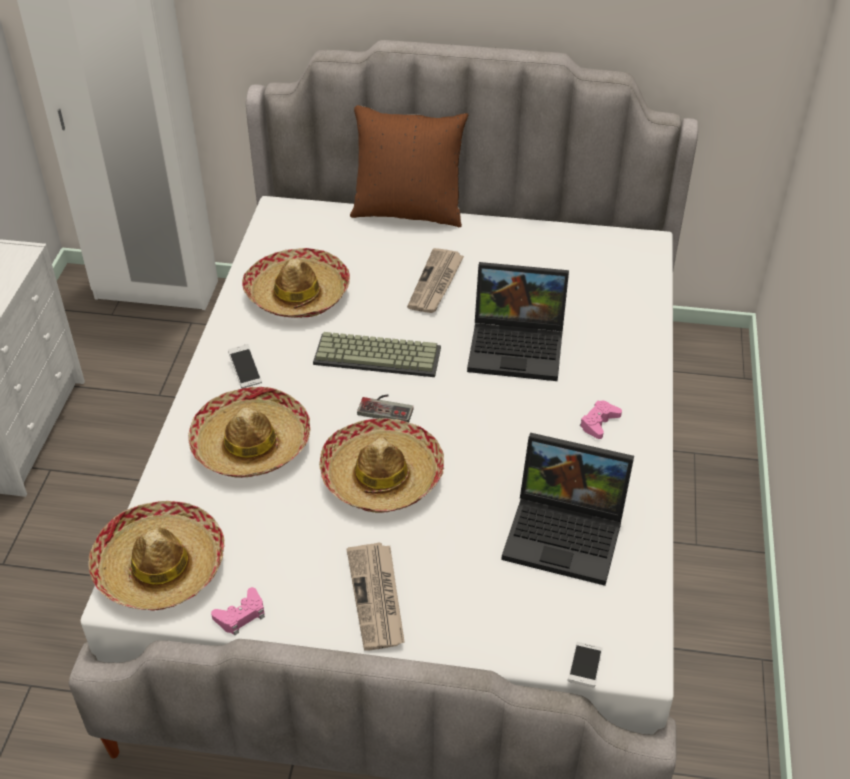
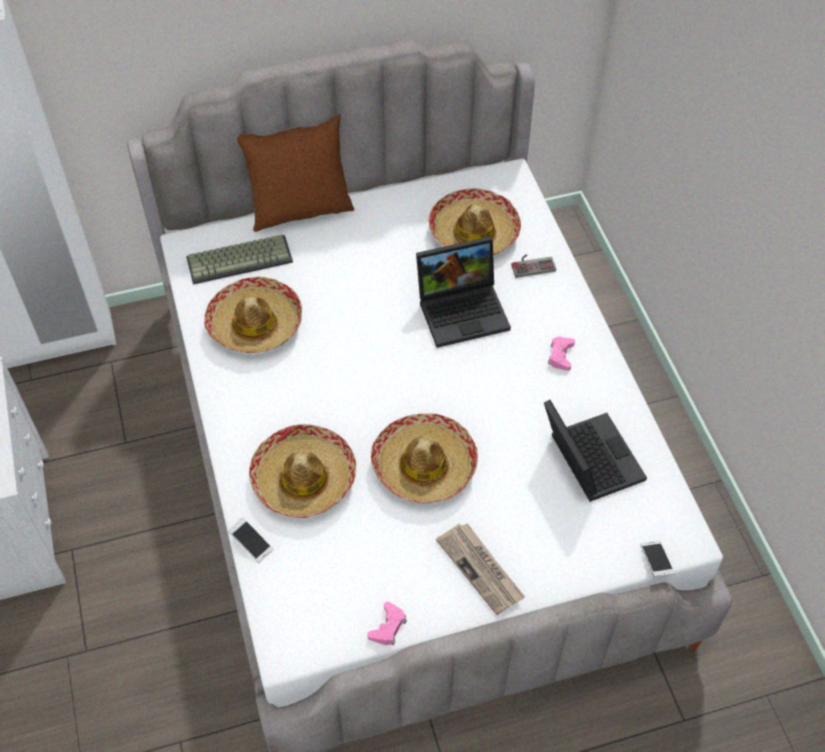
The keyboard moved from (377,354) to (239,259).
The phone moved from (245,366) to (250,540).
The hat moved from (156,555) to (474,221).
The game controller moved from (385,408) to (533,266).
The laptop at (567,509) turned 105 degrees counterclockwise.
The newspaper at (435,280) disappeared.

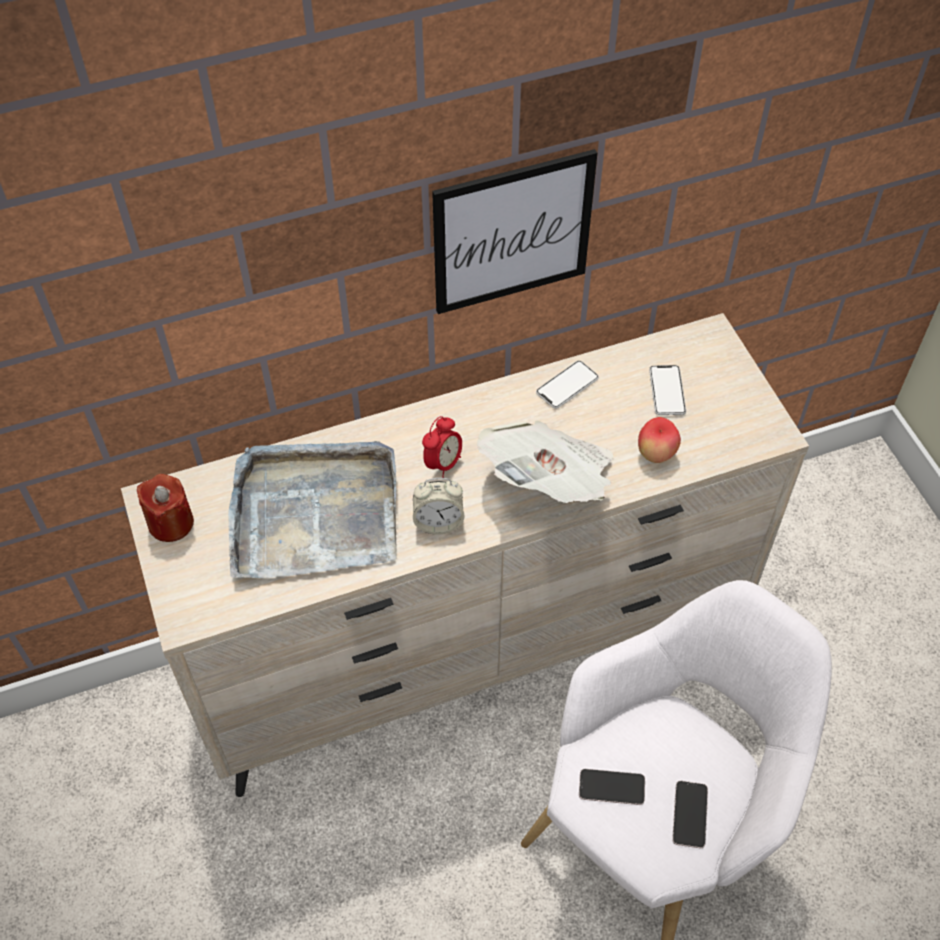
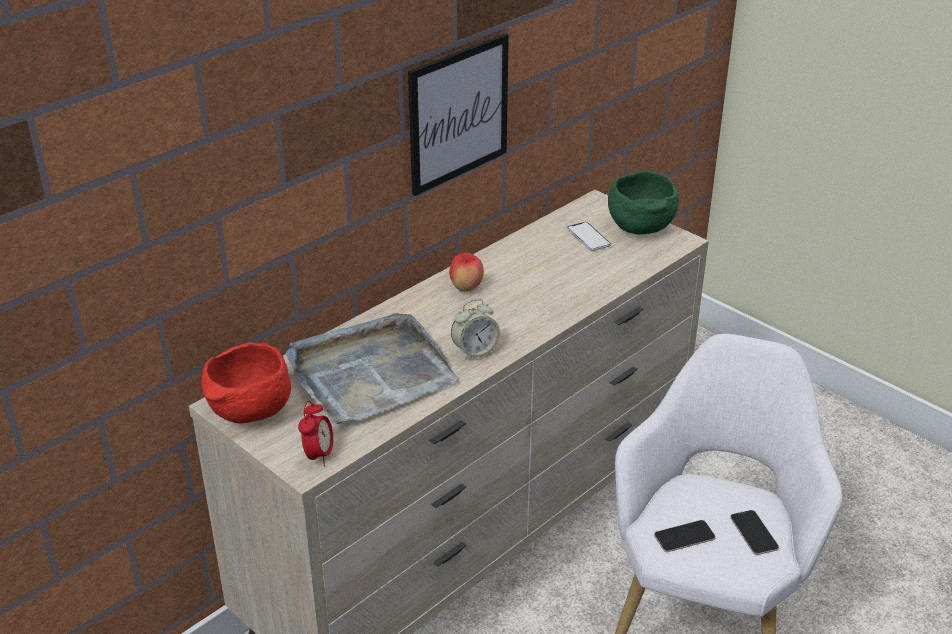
The red candle at (165,508) was replaced by the red bowl at (246,383).
The alarm clock moved from (442,447) to (315,433).
The apple moved from (659,440) to (466,272).
The green bowl at (643,202) appeared.
The newspaper at (545,462) disappeared.
The phone at (567,385) disappeared.

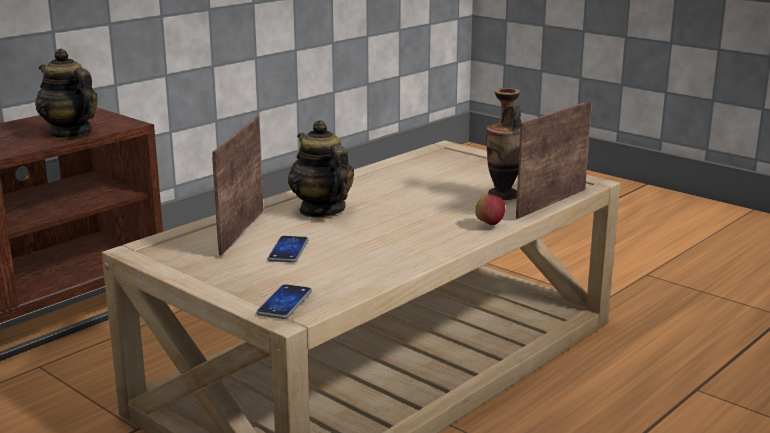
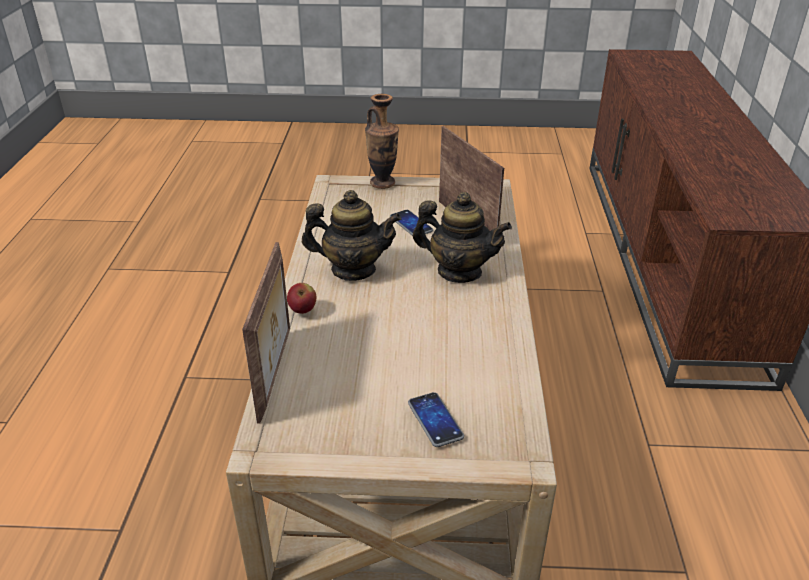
The teapot moved from (66,93) to (352,235).
The vase moved from (503,144) to (382,141).
The phone moved from (284,301) to (436,419).

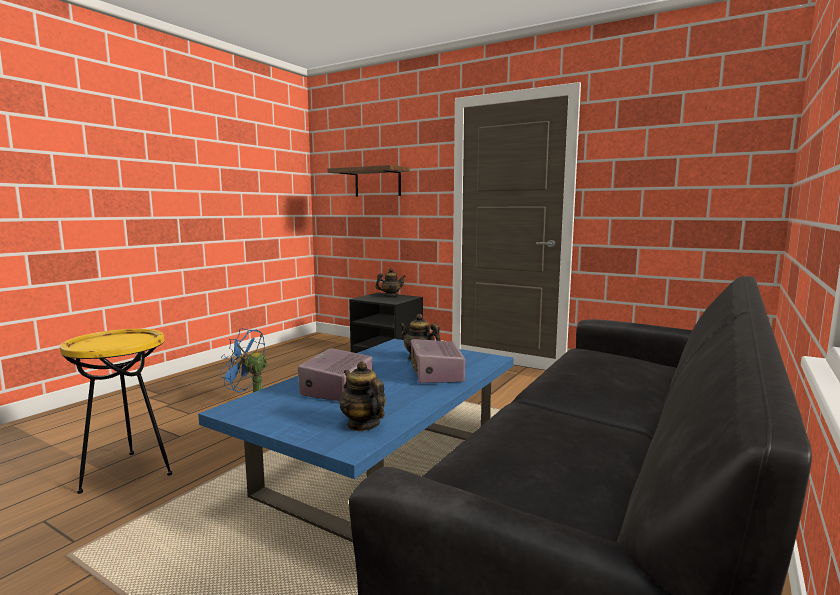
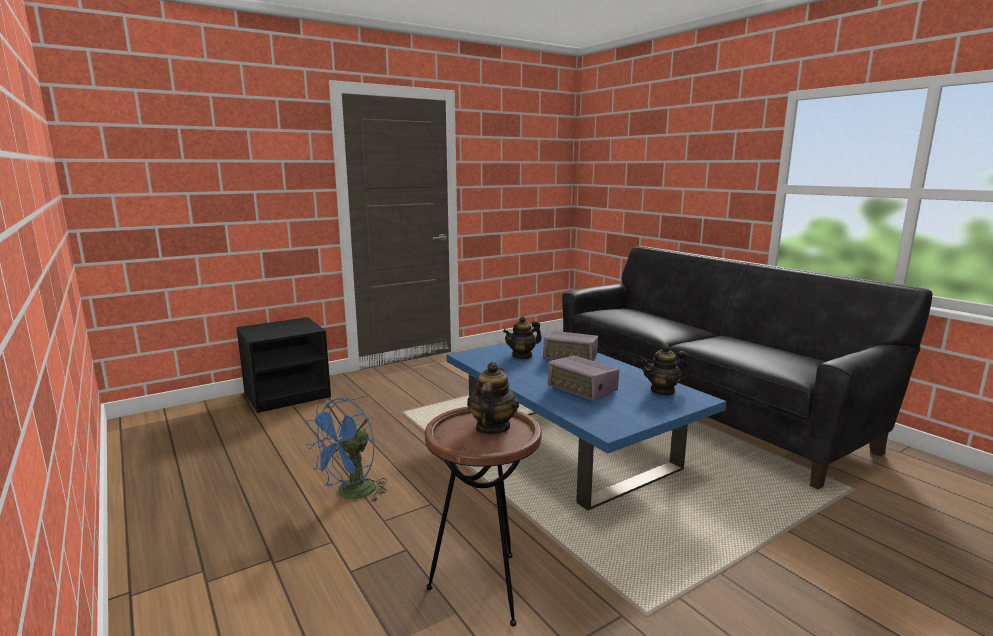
The yellow side table at (116,411) became the brown side table at (483,516).
The teapot moved from (390,282) to (493,398).
The shelf at (368,181) disappeared.

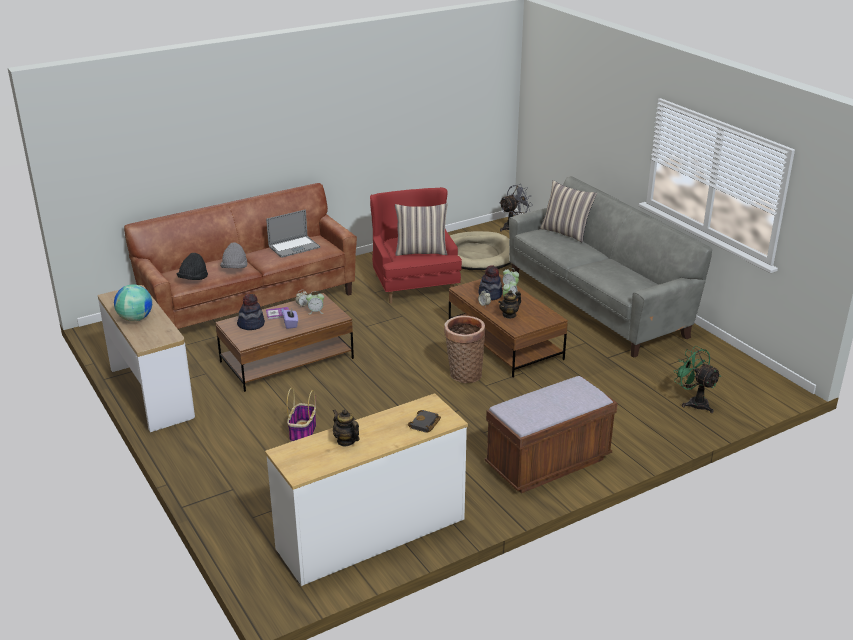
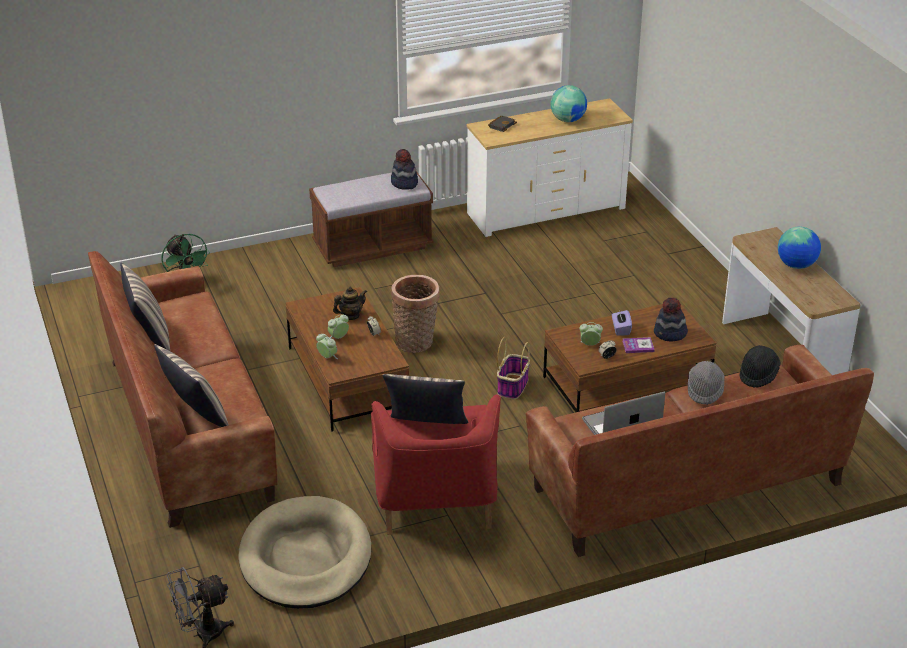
The grey sofa at (610,267) became the brown sofa at (183,389).
The pillow at (145,306) appeared.
The hat moved from (490,282) to (404,169).
The basket moved from (301,415) to (513,368).
The teapot at (346,427) was replaced by the globe at (568,103).

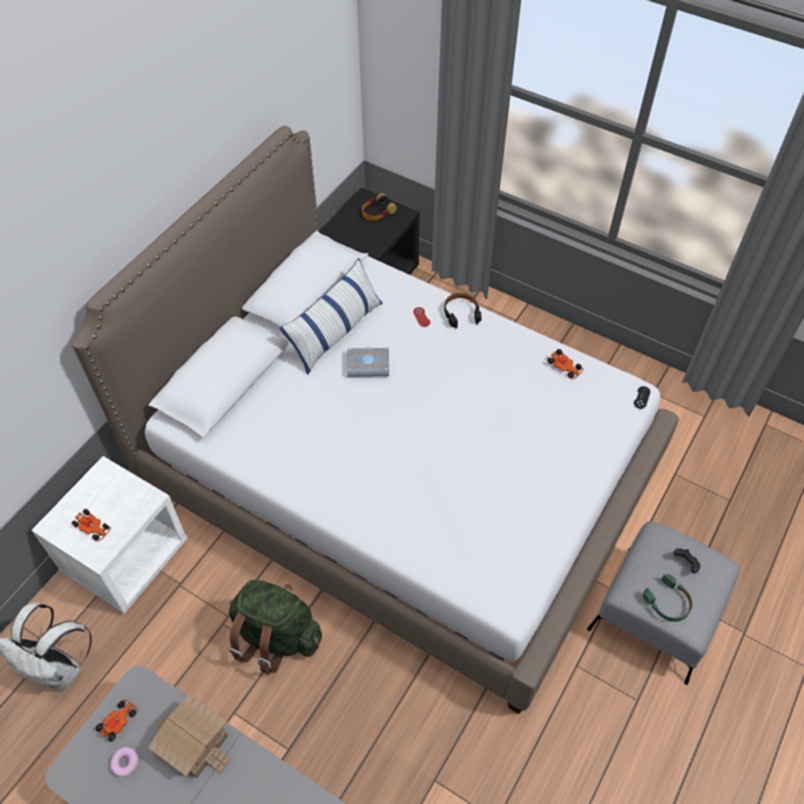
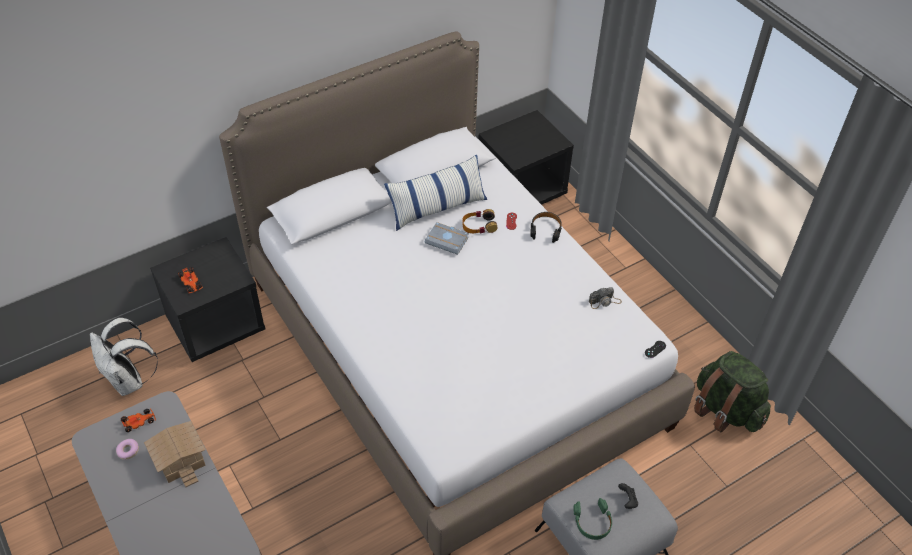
The white nightstand at (109,534) became the black nightstand at (207,299).
The headphones moved from (379,207) to (480,221).
The toy car at (565,364) was replaced by the photo camera at (605,298).
The green backpack moved from (275,627) to (732,392).

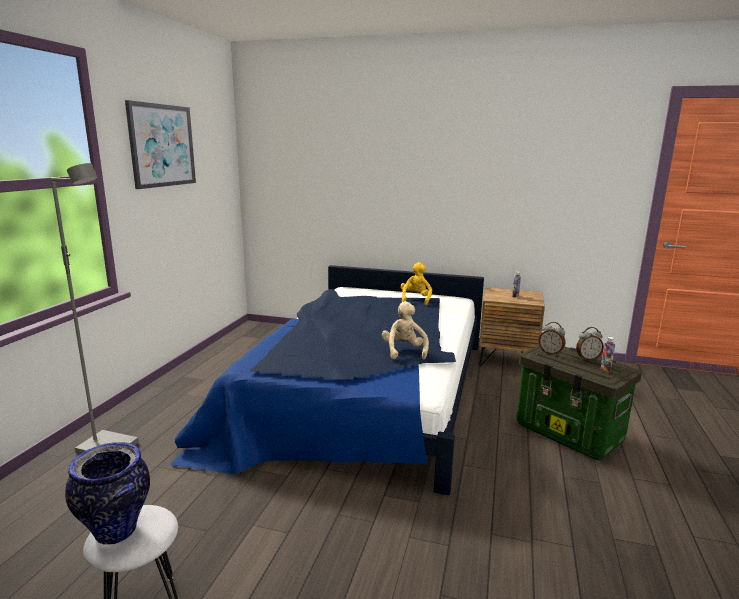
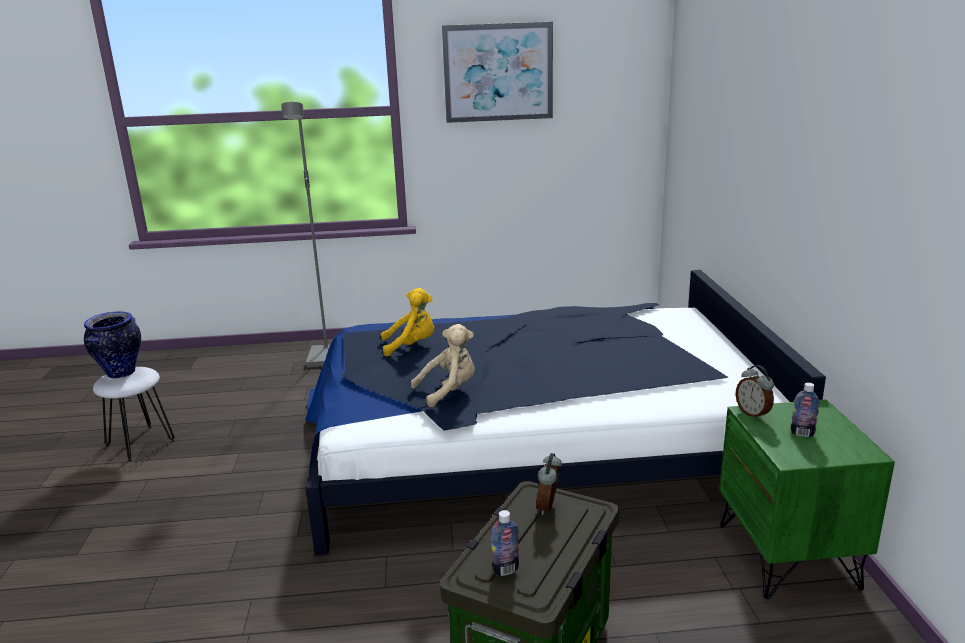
The yellow plush toy moved from (416,283) to (407,322).
The brown nightstand at (512,326) became the green nightstand at (807,499).
The alarm clock moved from (590,343) to (755,392).

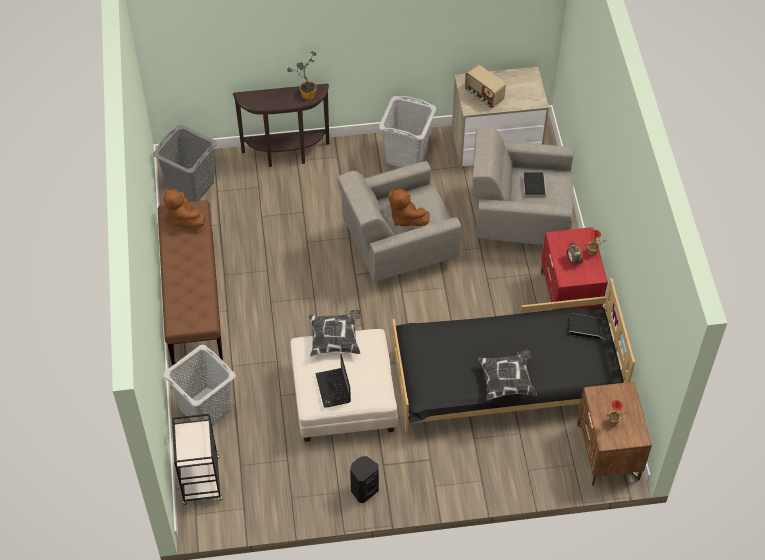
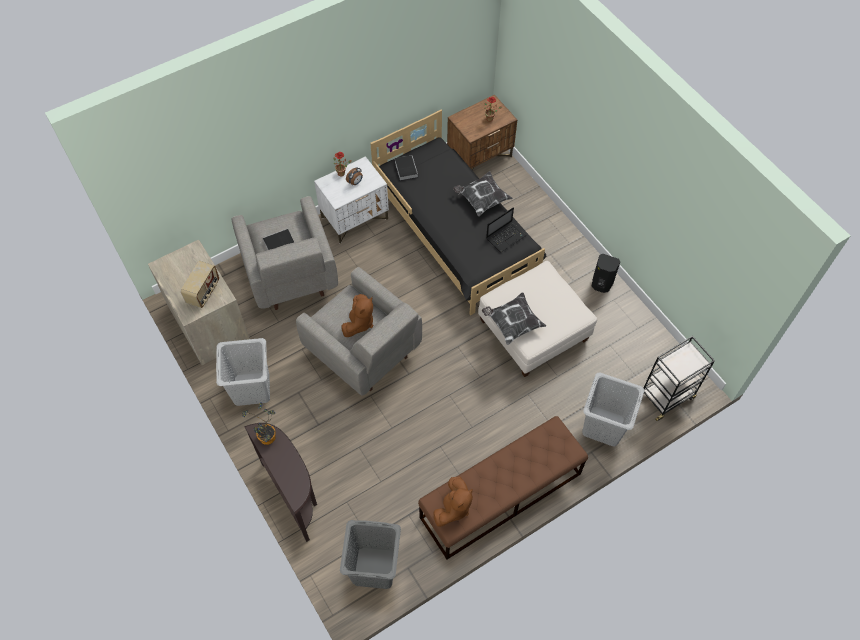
The red nightstand at (574,268) became the white nightstand at (351,200).
The laptop moved from (333,381) to (506,230).

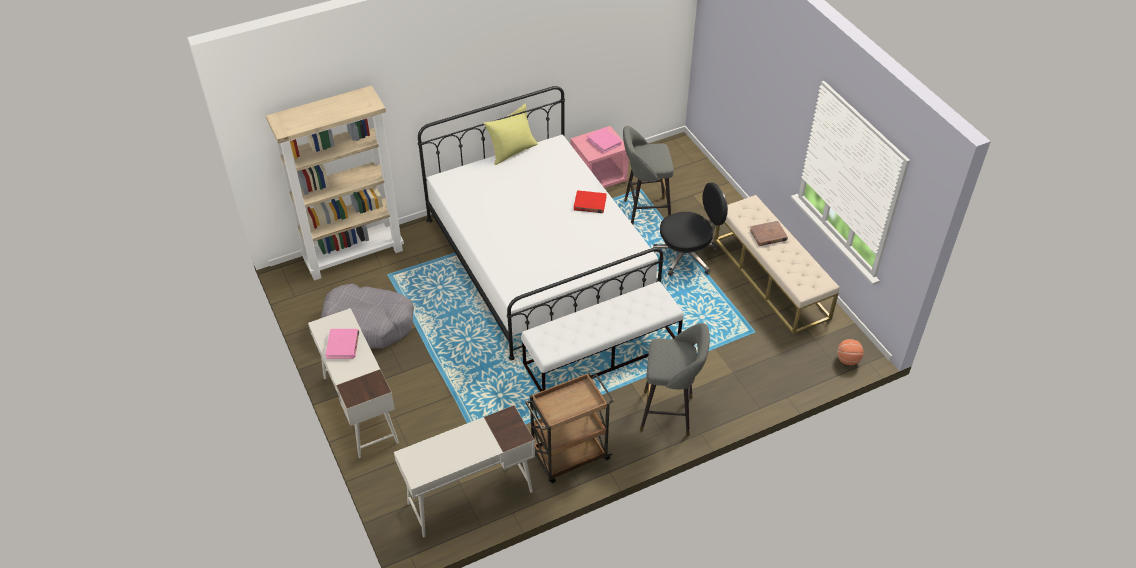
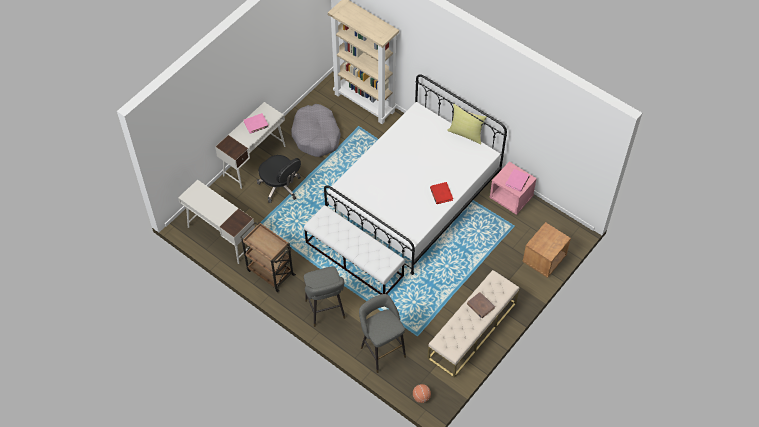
The black office chair moved from (690,229) to (279,179).
The grey stool moved from (648,175) to (382,333).
The brown nightstand at (546,250) appeared.

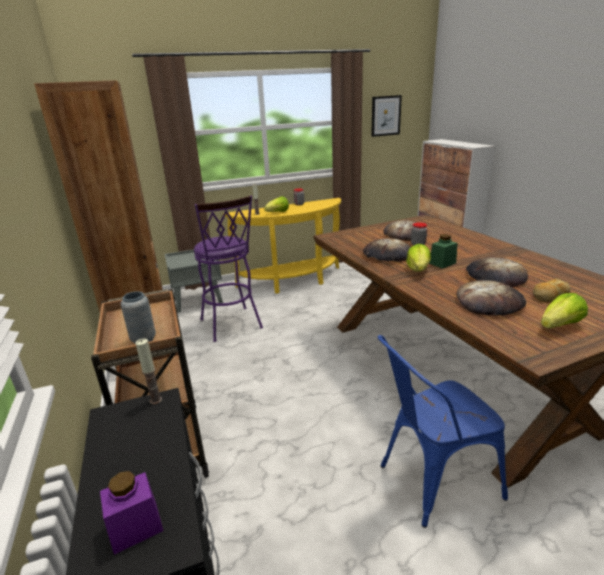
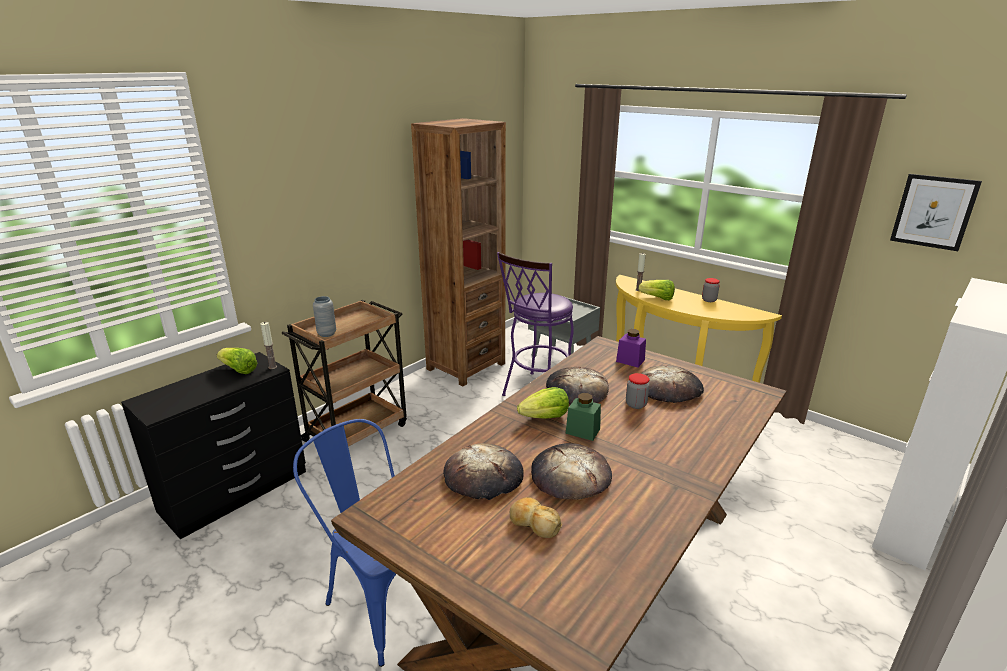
The lettuce moved from (564,310) to (237,361).
The purple jar moved from (131,513) to (631,348).

